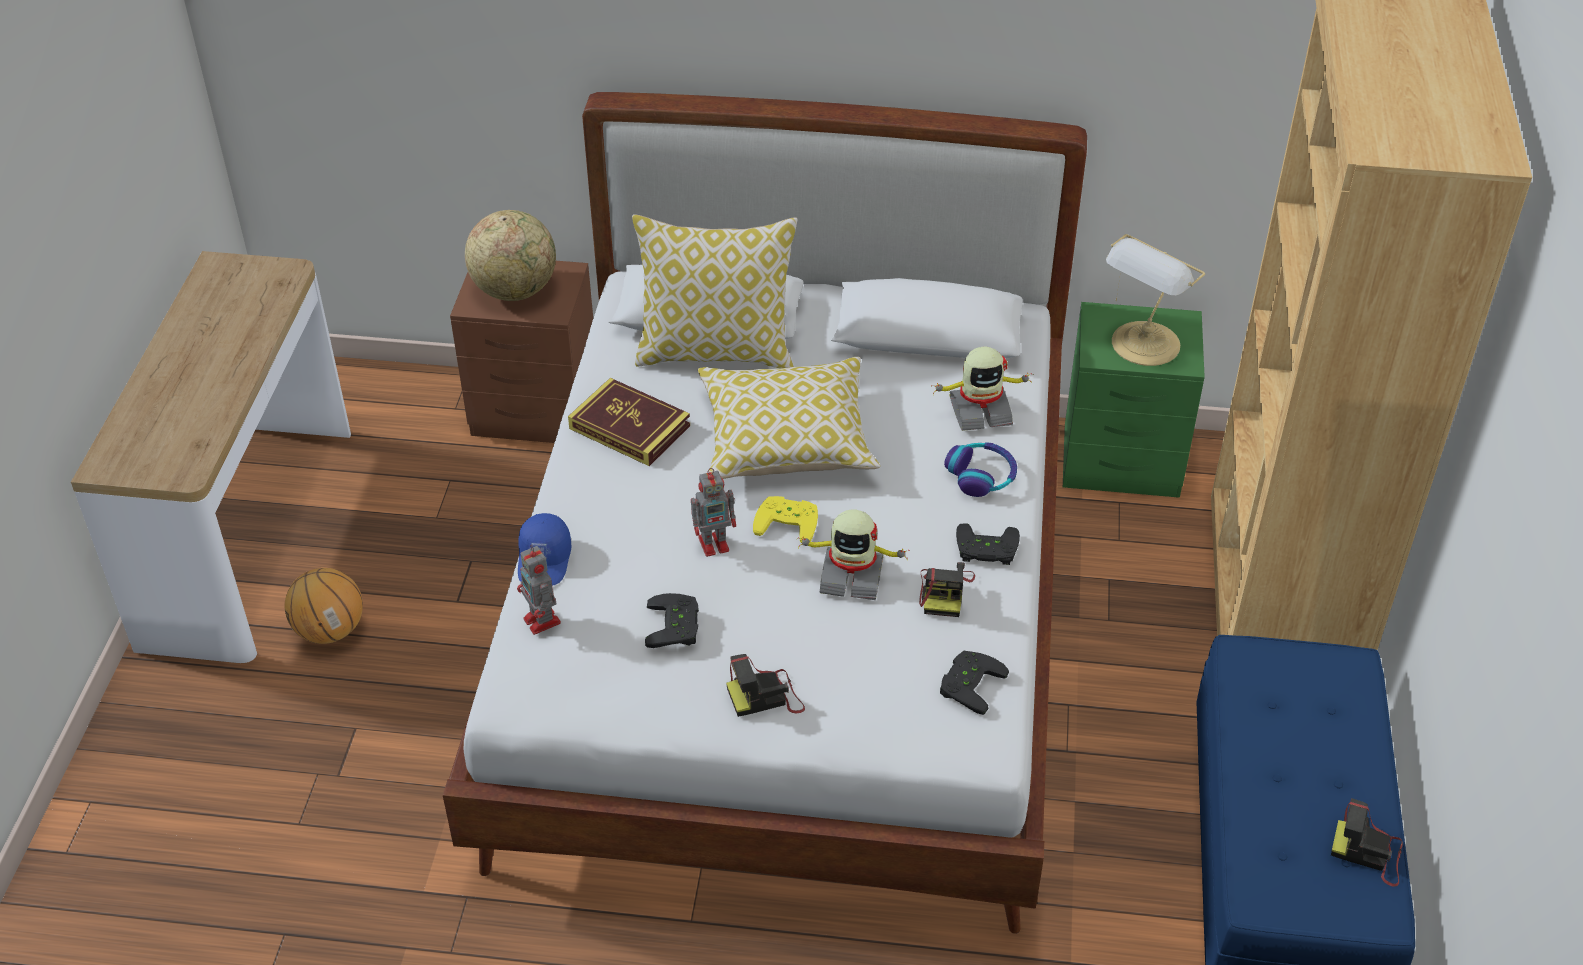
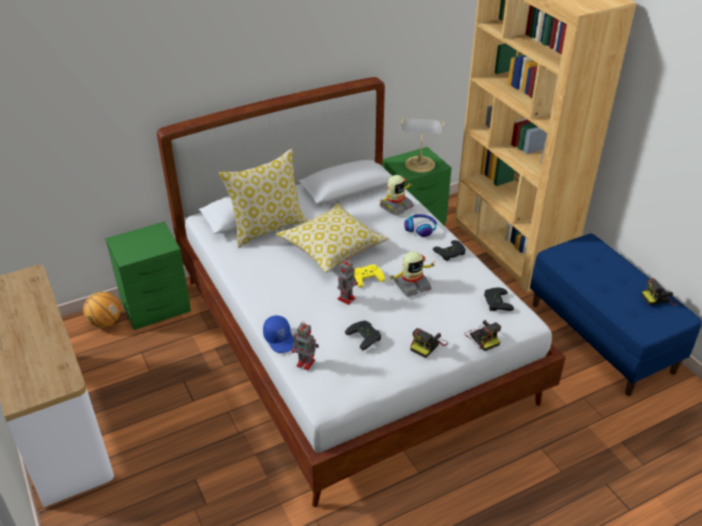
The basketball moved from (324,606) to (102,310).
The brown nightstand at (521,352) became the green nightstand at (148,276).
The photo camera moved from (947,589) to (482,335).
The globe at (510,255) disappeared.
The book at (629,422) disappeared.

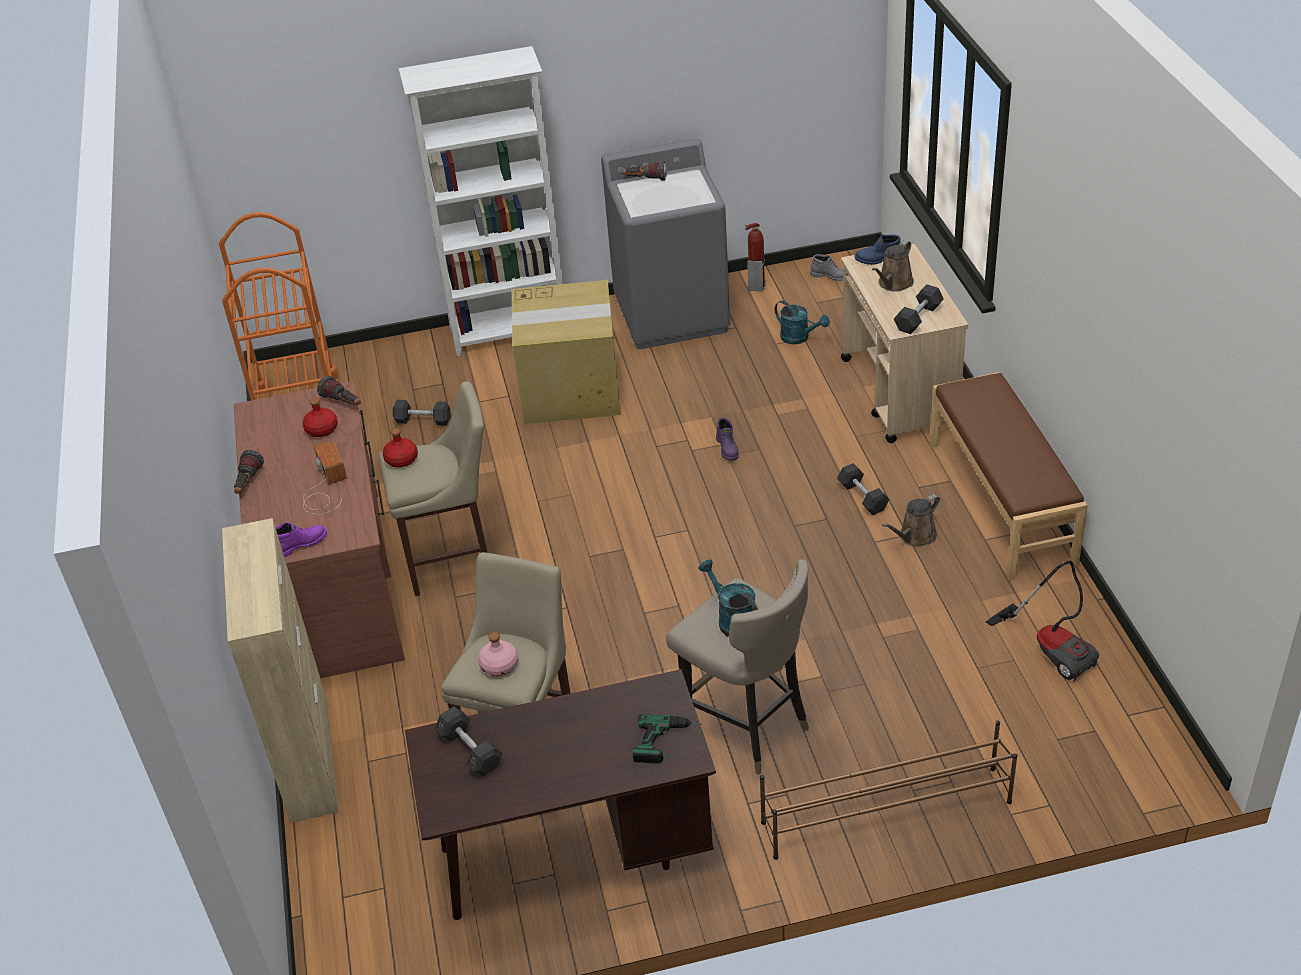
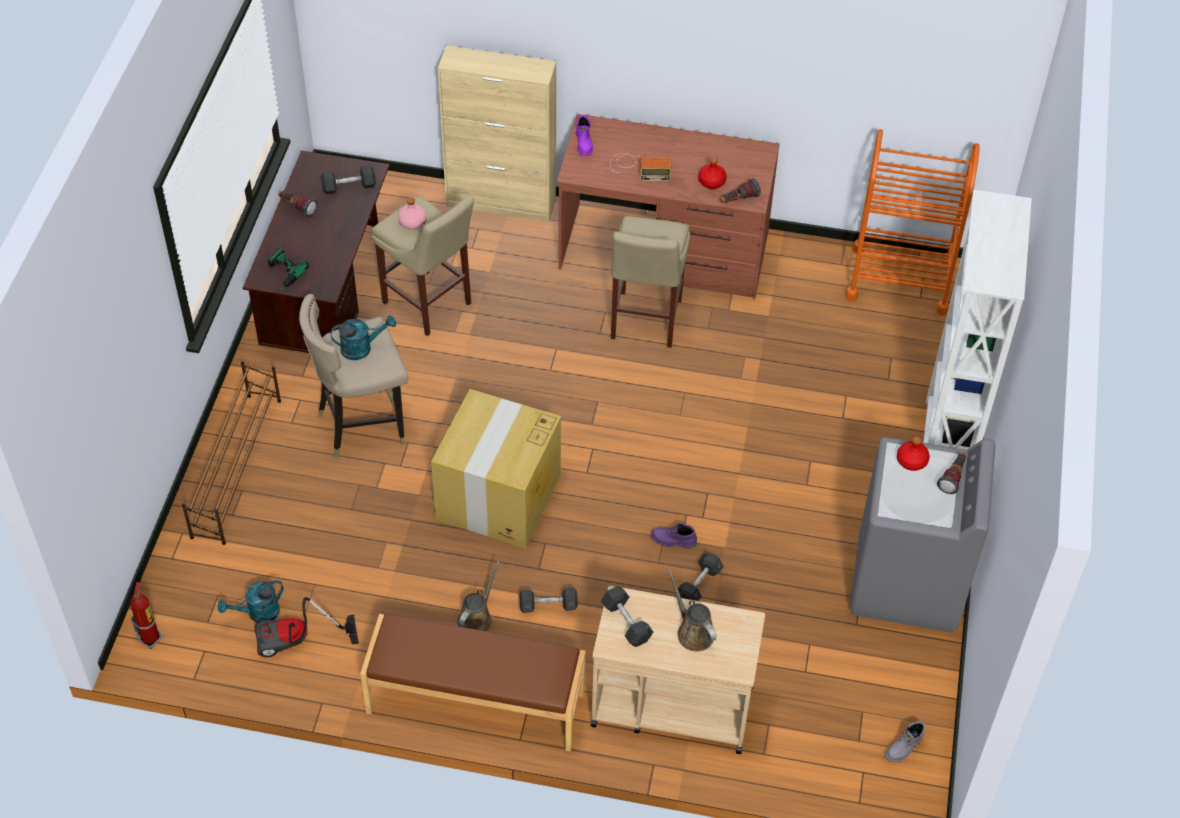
The fire extinguisher moved from (755,257) to (146,615).
The turquoise watering can moved from (802,323) to (250,601).
The flashlight moved from (249,472) to (297,204).
The cardboard box moved from (566,352) to (496,468).
The brown watering can at (911,520) turned 45 degrees clockwise.
The grey dumbbell moved from (422,413) to (701,576).
The red bottle moved from (400,448) to (913,453).
The blue boot at (877,250) disappeared.

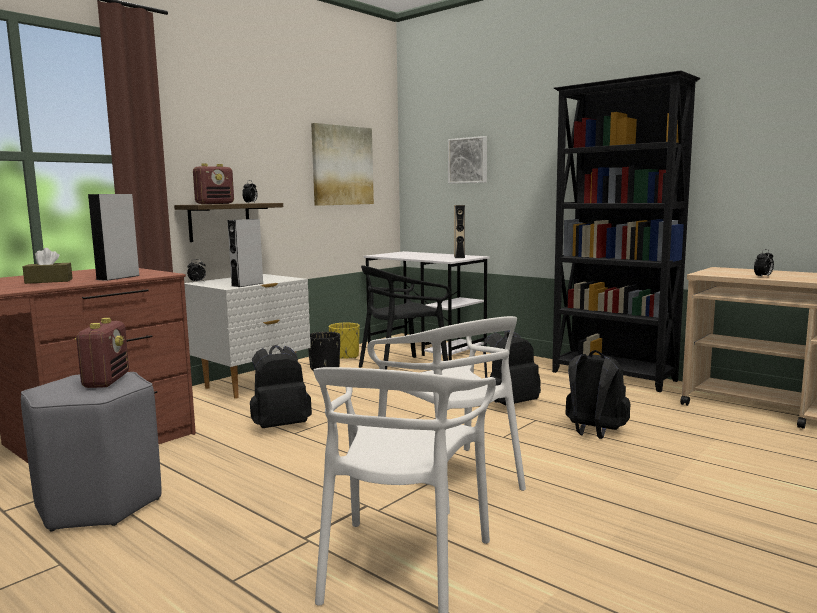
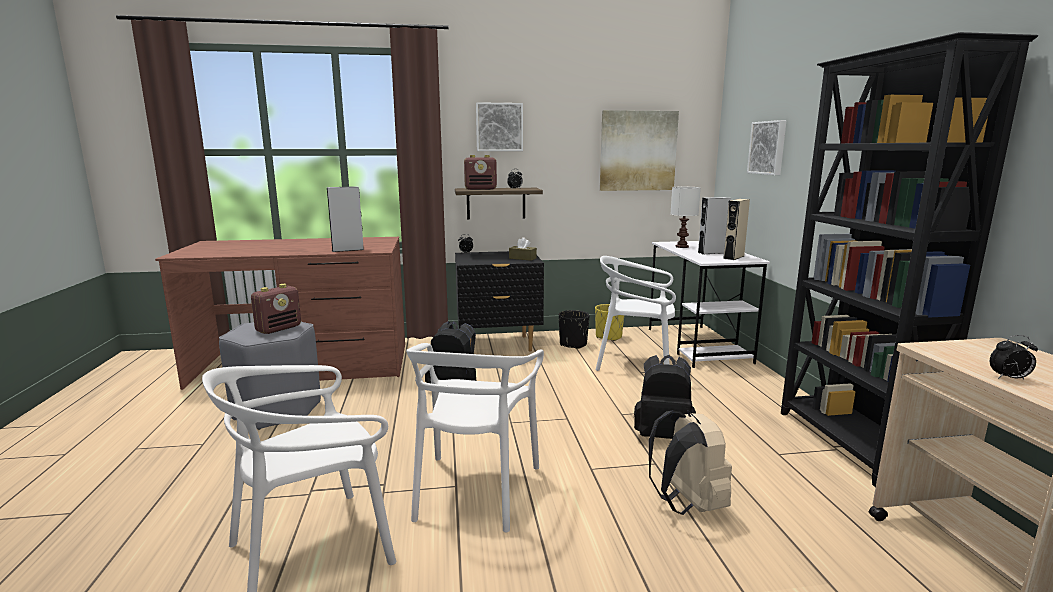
The white nightstand at (247,336) became the black nightstand at (499,301).
The picture at (499,126) appeared.
The brown tissue box moved from (48,266) to (523,249).
The black chair at (405,317) became the white chair at (636,313).
The black backpack at (597,394) became the beige backpack at (690,463).
The white table lamp at (686,217) appeared.
The grey speaker moved from (245,253) to (714,225).

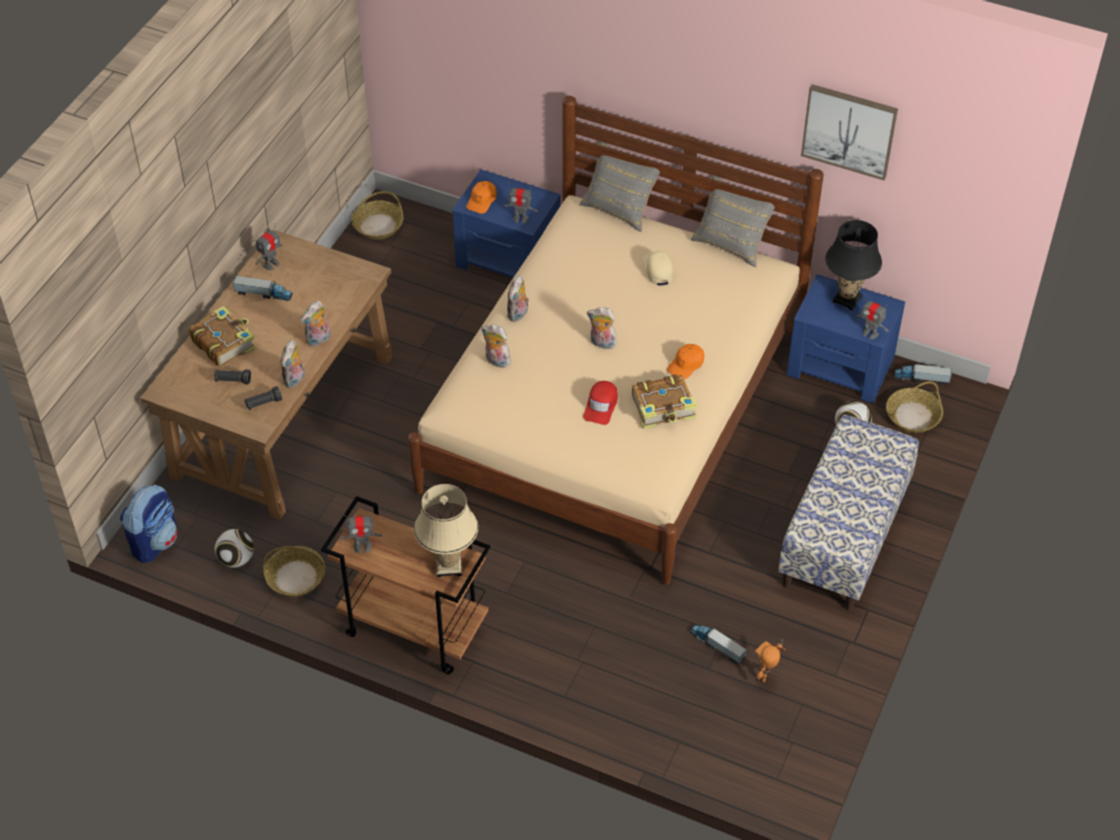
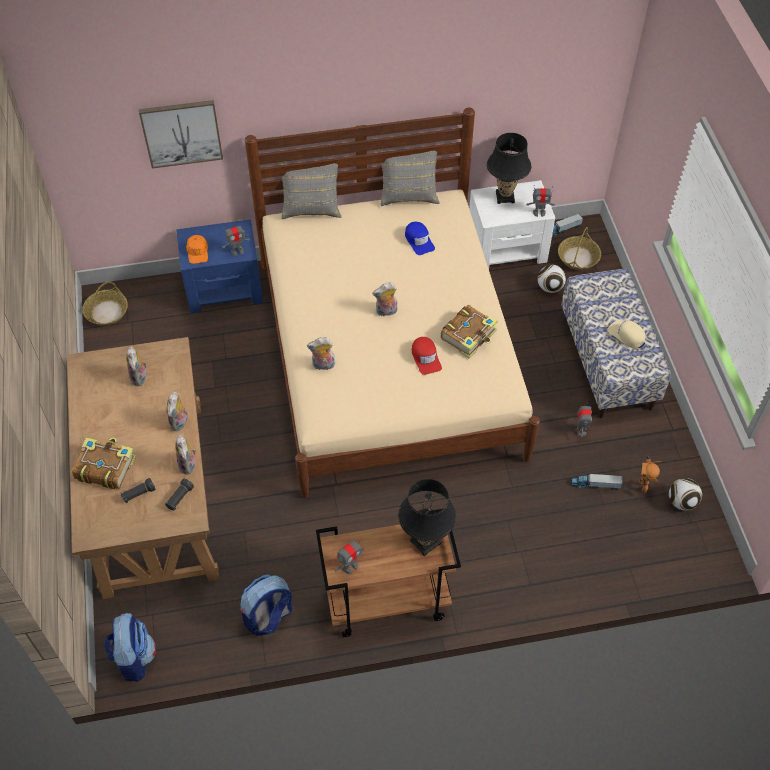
The plush toy moved from (518,298) to (136,366).
The picture moved from (849,132) to (181,134).
The basket at (294,571) was replaced by the backpack at (266,605).
The beige table lamp at (446,530) became the black table lamp at (427,517).
The blue cap at (420,238) appeared.
The blue nightstand at (845,338) became the white nightstand at (512,224).
The toy robot moved from (269,247) to (584,419).
The beige cap moved from (658,268) to (626,334).
The football moved from (234,548) to (685,494).
The toy truck at (263,288) disappeared.
The orange cap at (685,361) disappeared.

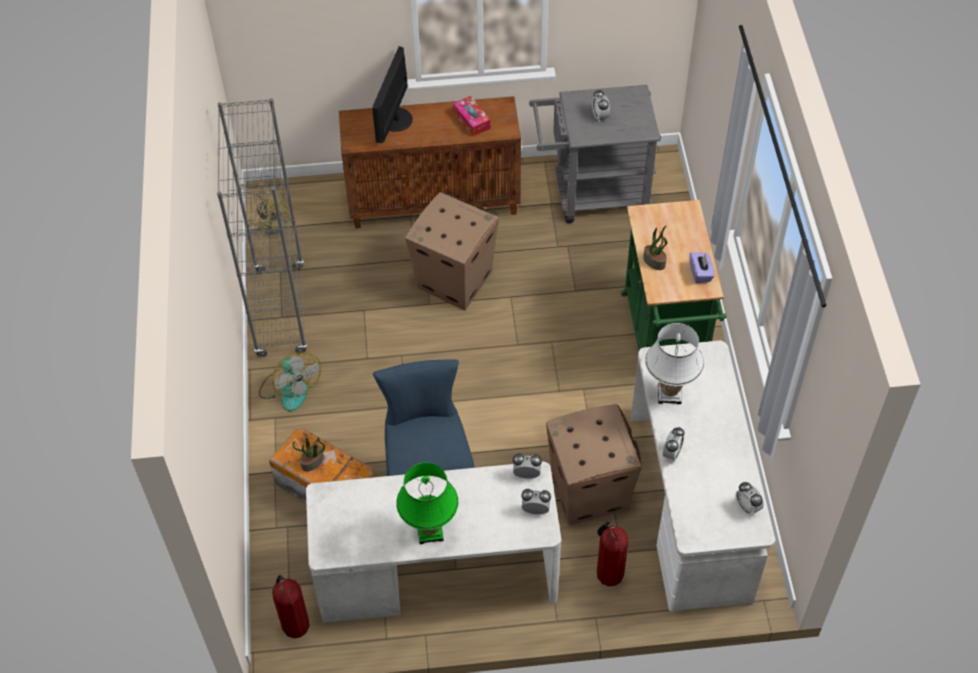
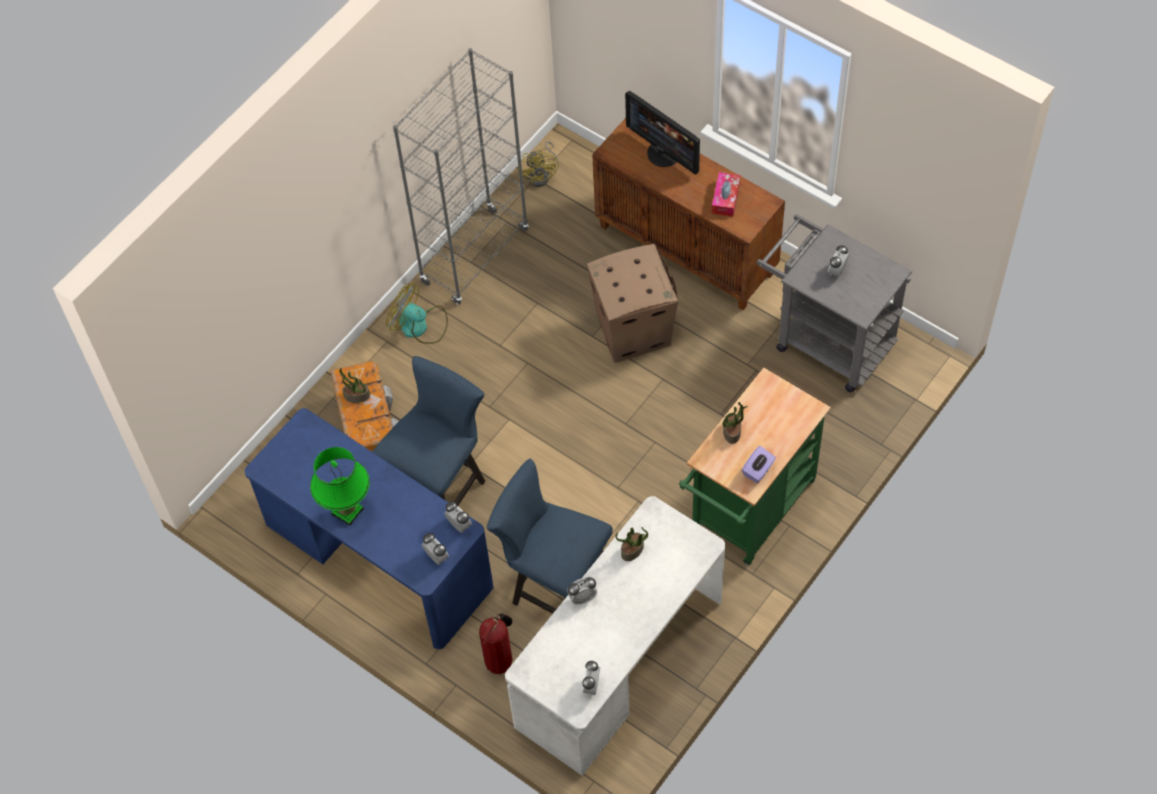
The white desk at (433,542) became the blue desk at (369,528).
The fan at (290,382) turned 105 degrees clockwise.
The cardboard box at (594,465) was replaced by the blue chair at (550,536).
The white table lamp at (674,363) was replaced by the potted plant at (631,544).
The monitor at (392,94) turned 105 degrees counterclockwise.
The fire extinguisher at (291,606) disappeared.

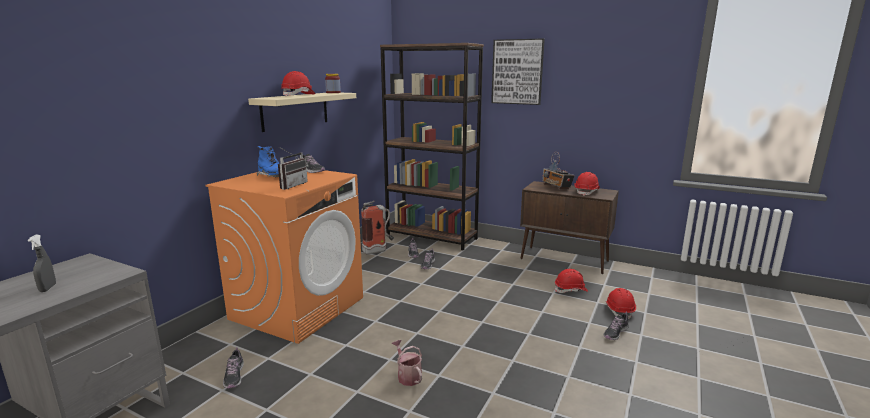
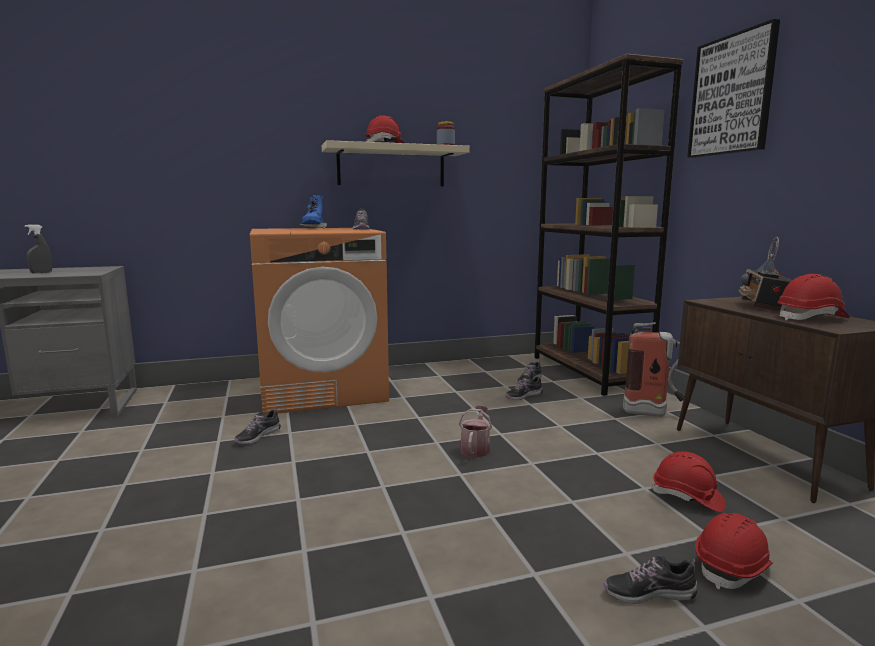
The shoe moved from (233,367) to (257,425).
The watering can moved from (407,363) to (475,432).
The fire extinguisher moved from (377,228) to (654,369).
The radio at (292,168) disappeared.

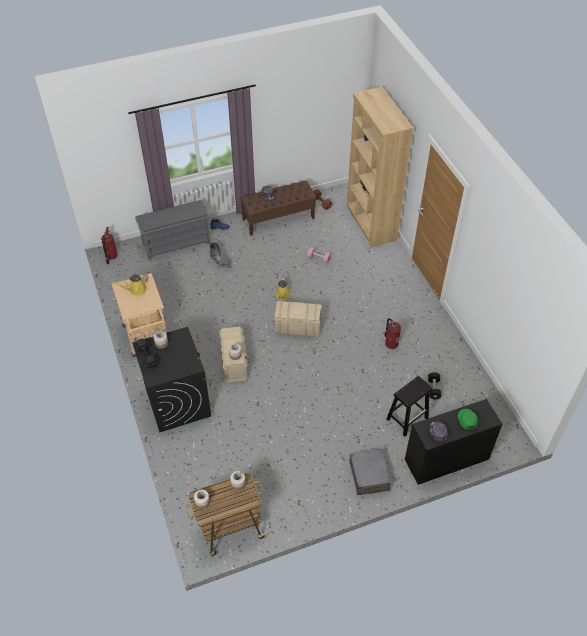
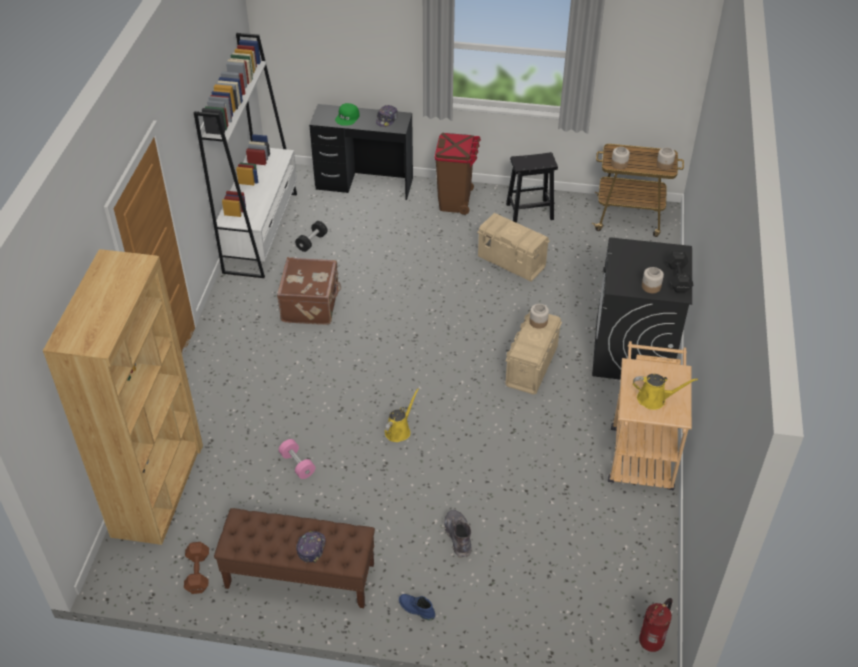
The white bookcase at (245,155) appeared.
The fire extinguisher at (392,333) was replaced by the brown suitcase at (309,291).
The grey suitcase at (370,472) was replaced by the brown trash can at (458,174).
The beige storage box moved from (298,319) to (513,247).
The black stool moved from (409,406) to (532,187).
The grey shoe rack at (172,230) disappeared.

